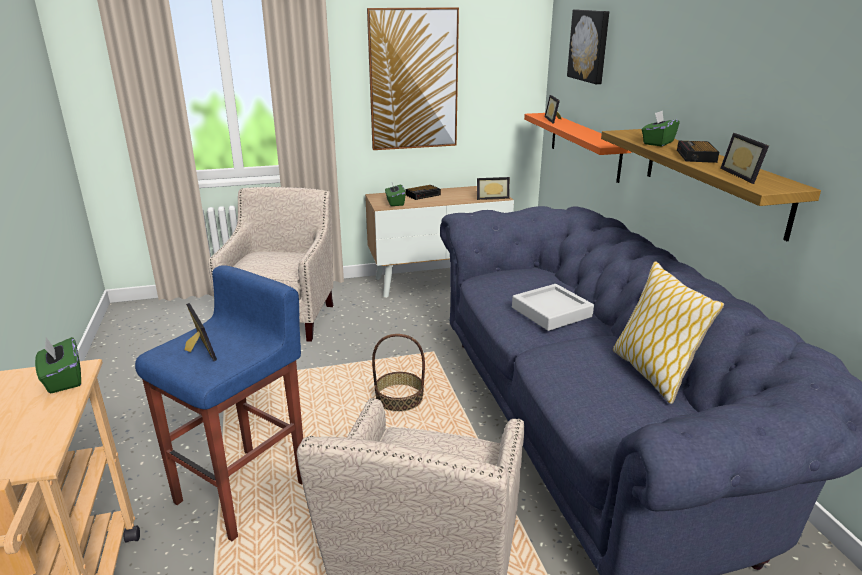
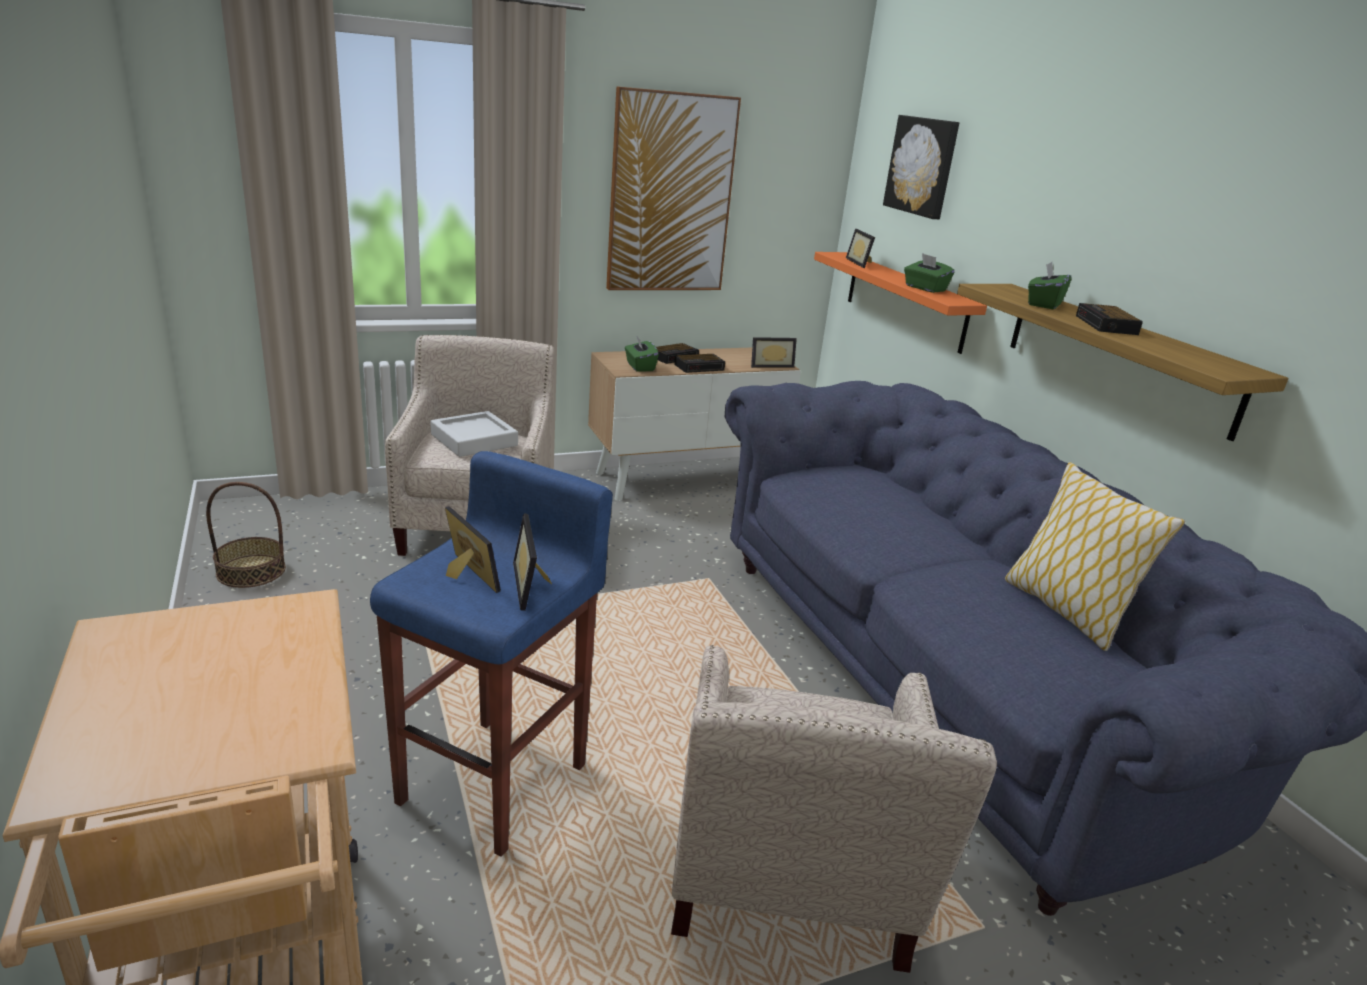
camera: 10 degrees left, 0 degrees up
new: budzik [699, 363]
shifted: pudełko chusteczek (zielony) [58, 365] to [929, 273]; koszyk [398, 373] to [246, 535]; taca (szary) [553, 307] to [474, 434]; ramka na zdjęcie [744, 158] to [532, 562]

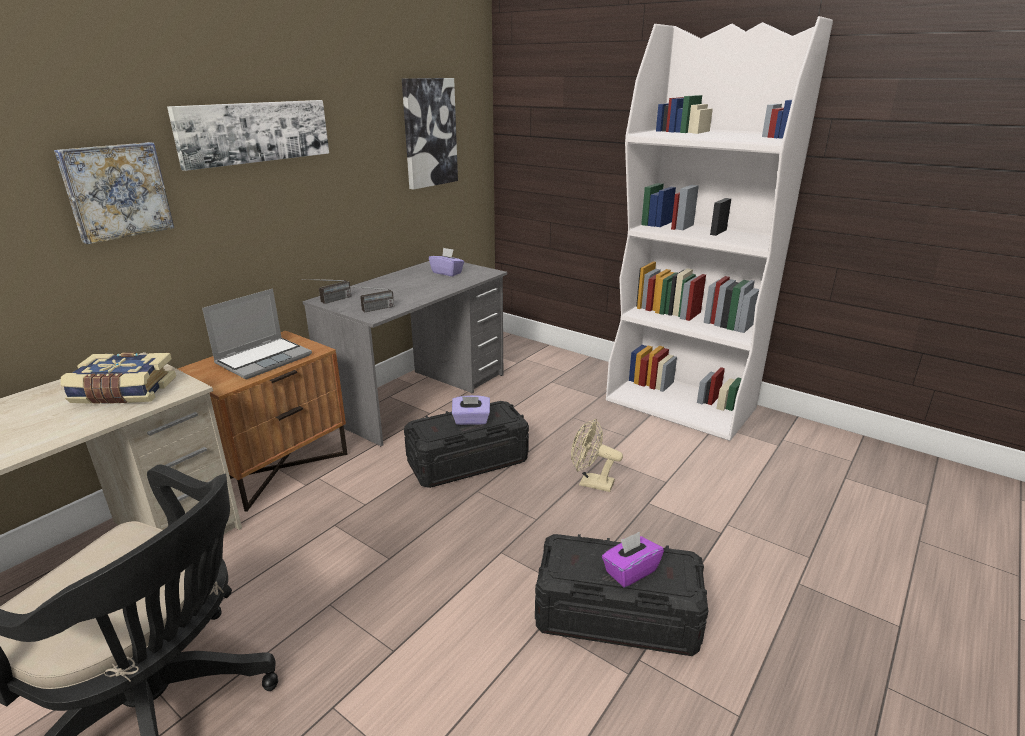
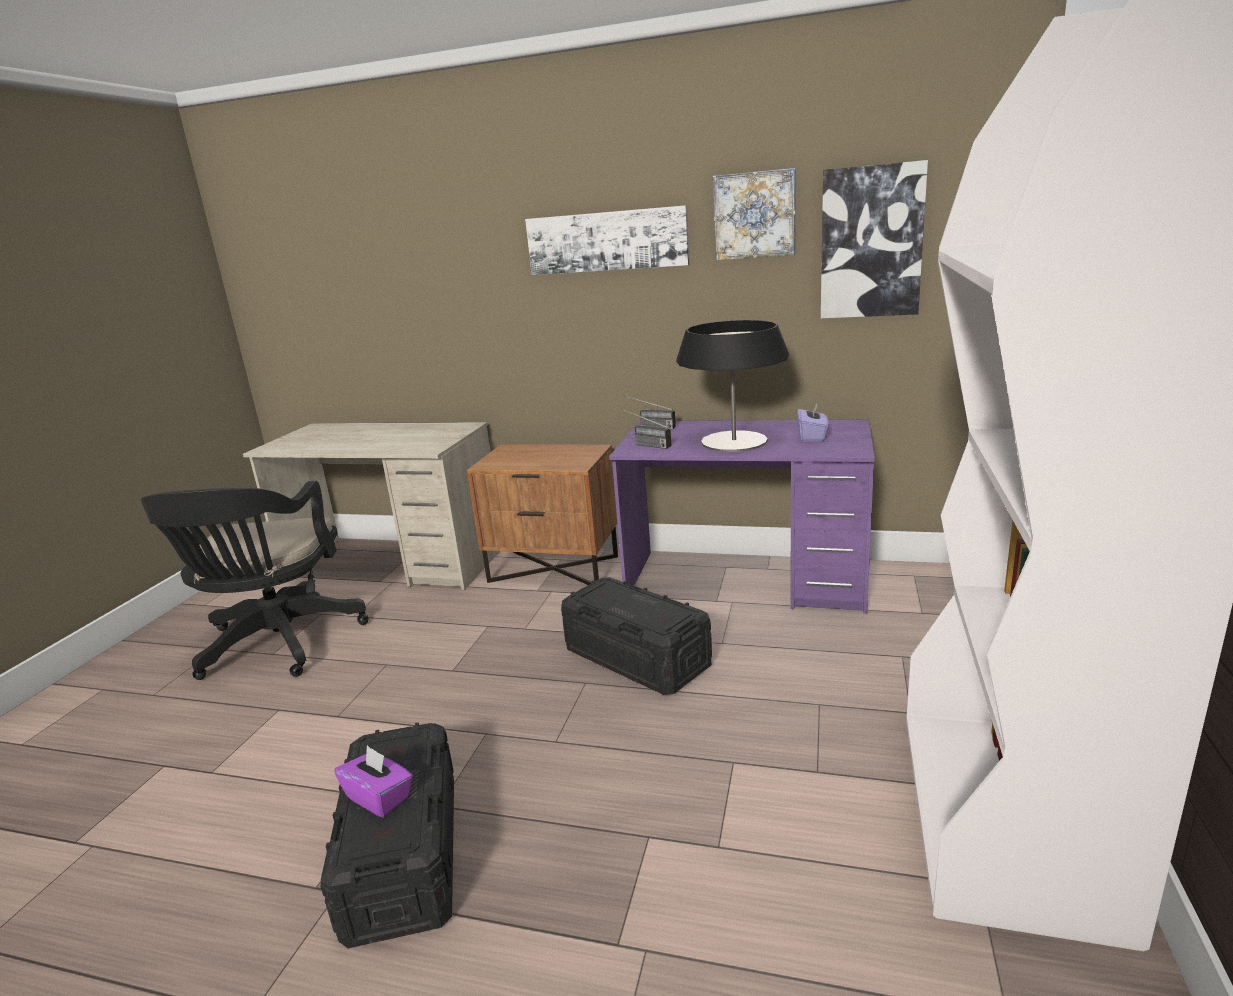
camera: 70 degrees right, 5 degrees down
gone: książka [118, 378]; laptop [257, 333]; pudełko chusteczek (fioletowy) [471, 410]; wentylator (beżowy) [597, 455]
new: lampa stołowa [732, 386]
shifted: obraz [114, 193] to [754, 214]
repainted: biurko (szary) [404, 354] to biurko (fioletowy) [742, 517]

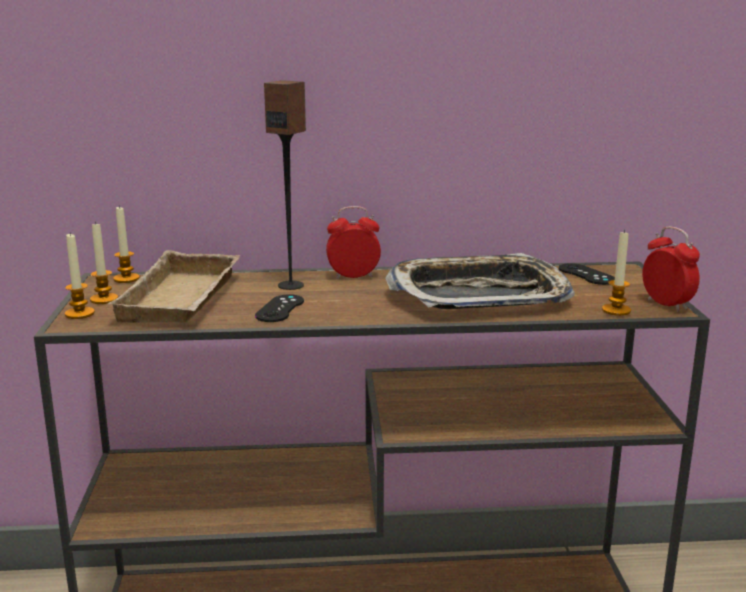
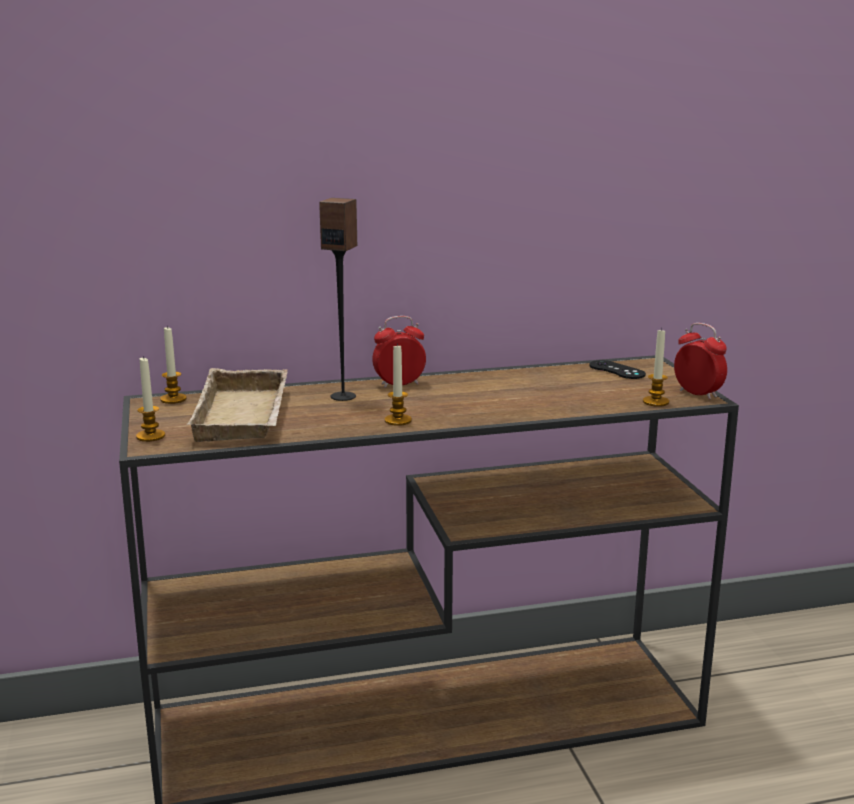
camera: 10 degrees left, 0 degrees up
gone: pad do gier (czarny) [279, 308]; taca [480, 281]
shifted: świeca [104, 262] to [398, 384]

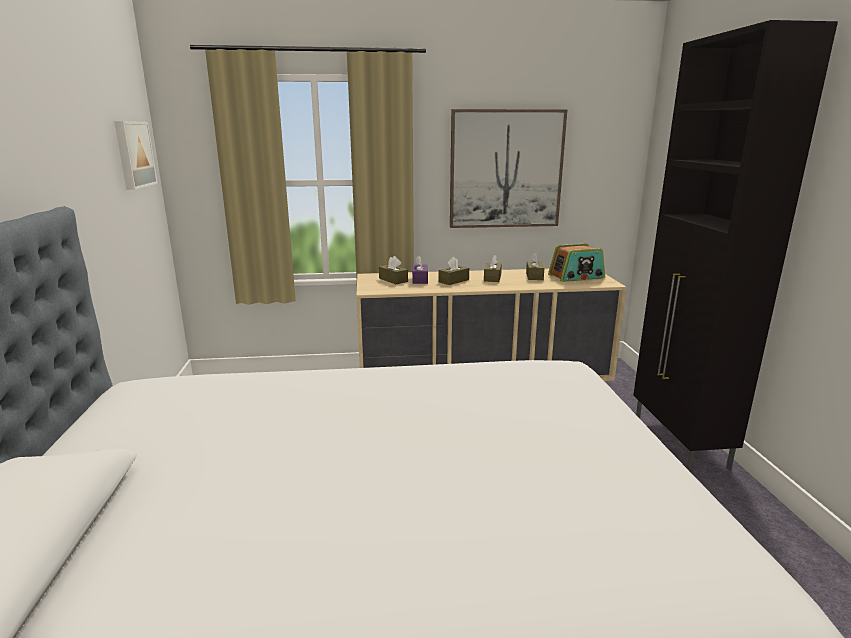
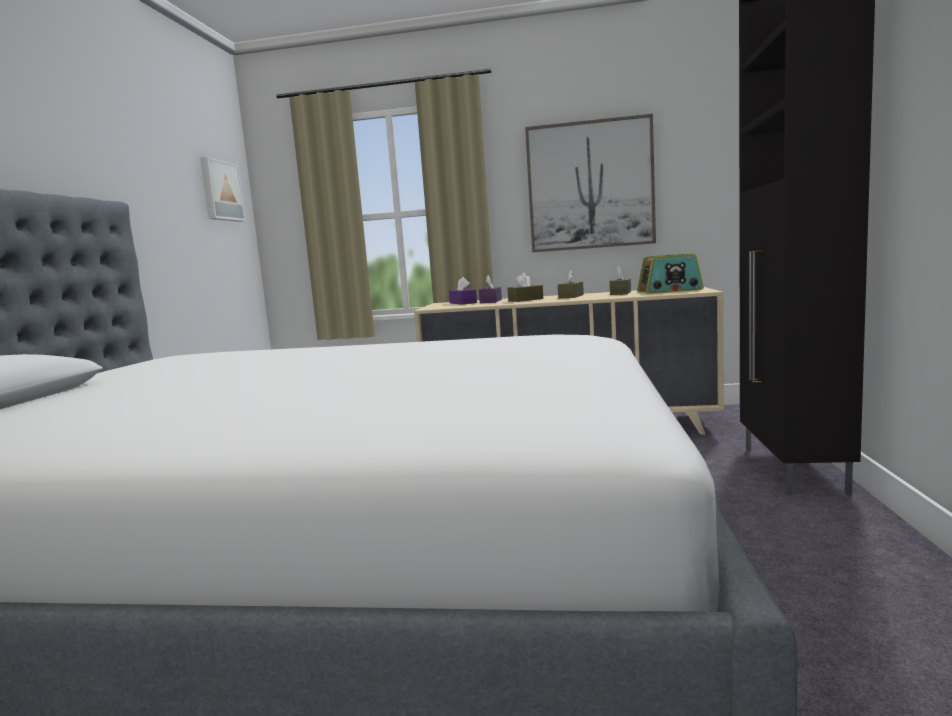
camera: 15 degrees right, 10 degrees down
repainted: pudełko chusteczek (brązowy) [393, 270] to pudełko chusteczek (fioletowy) [463, 291]

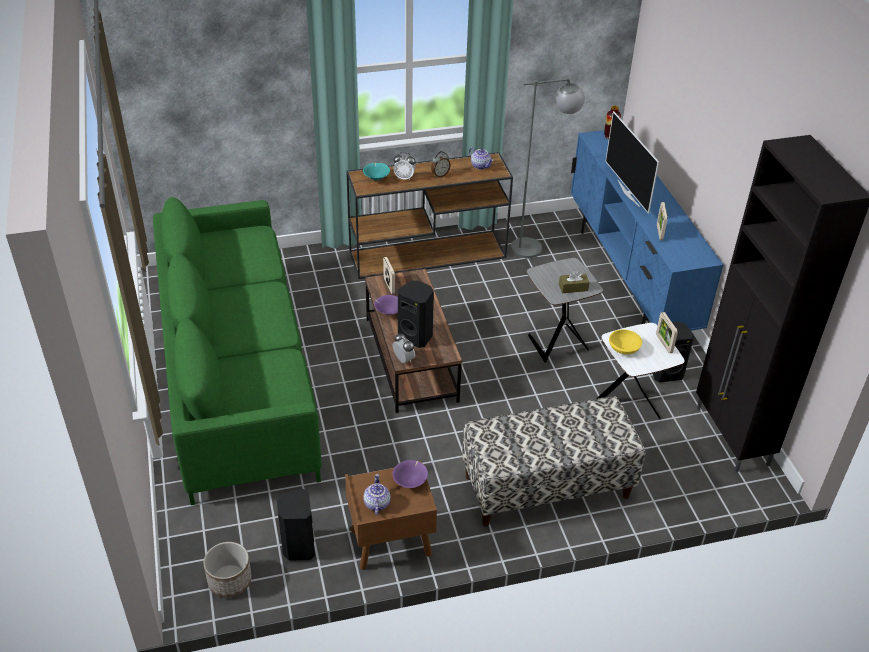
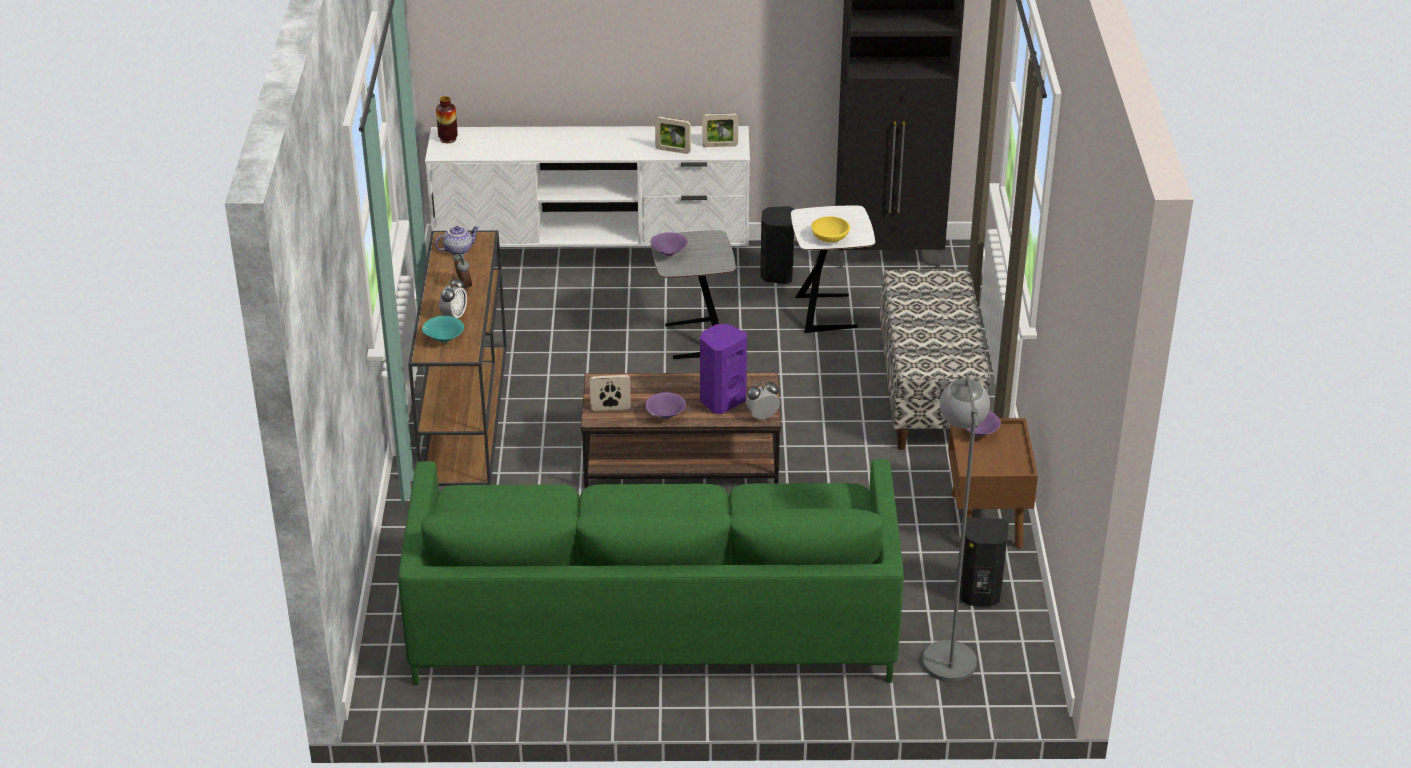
camera: 75 degrees left, 5 degrees down
gone: donica [227, 570]; imbryk [377, 494]; pudełko chusteczek (brązowy) [574, 282]; telewizor [632, 162]
new: miska (fioletowy) [669, 244]
shifted: lampa stojąca (szary) [548, 168] to [956, 529]; ramka na zdjęcie [667, 332] to [720, 130]
repainted: głośnik (czarny) [416, 314] to głośnik (fioletowy) [723, 369]; szafka pod telewizor (niebieski) [647, 230] to szafka pod telewizor (biały) [587, 186]

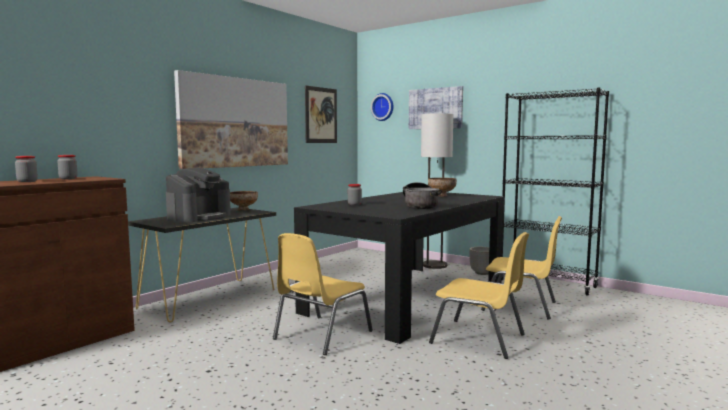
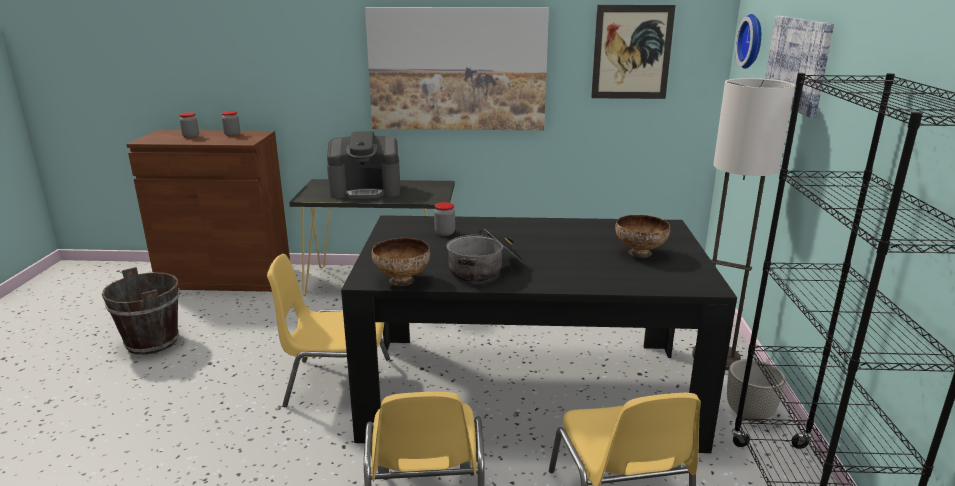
camera: 55 degrees right, 15 degrees up
new: wiadro (brązowy) [141, 311]
shifted: miska [244, 201] to [401, 262]

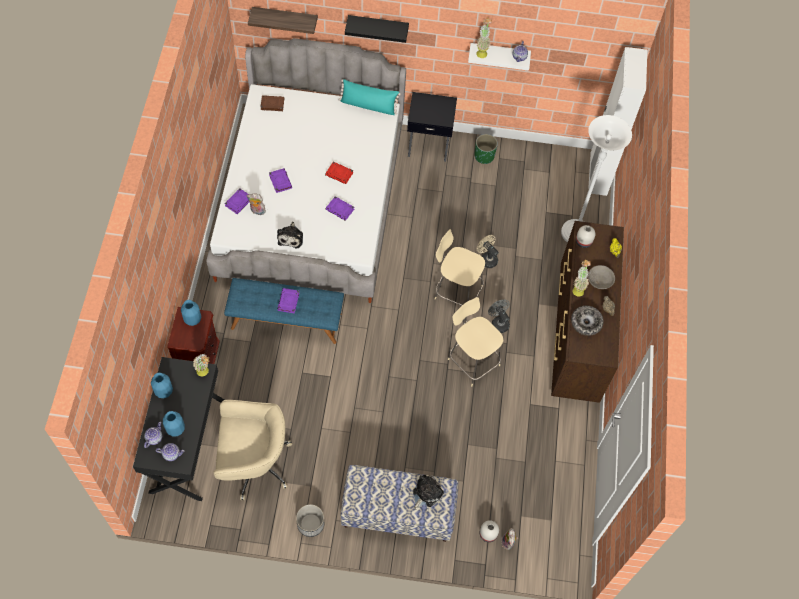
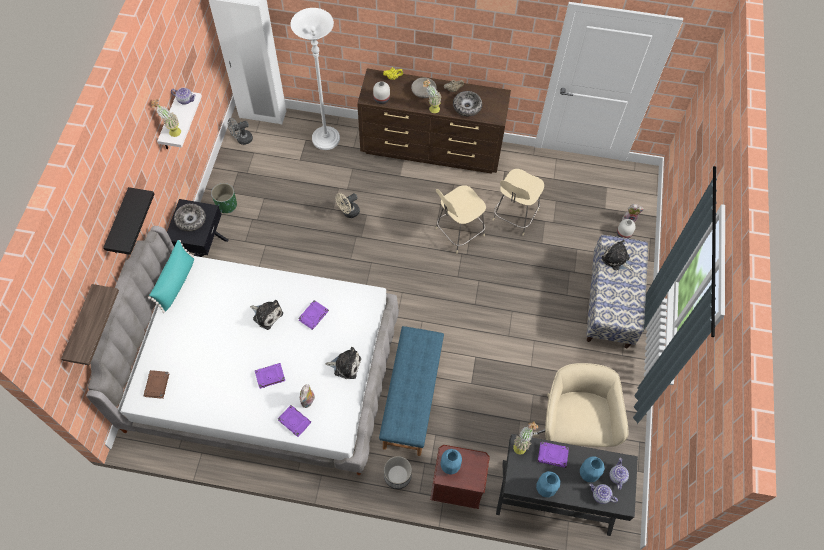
camera: 85 degrees left, 0 degrees up
new: miska [190, 217]
shifted: książka (fioletowy) [288, 301] to [553, 455]; donica [310, 520] to [398, 472]; krzesło (beżowy) [459, 267] to [518, 202]; wentylator (szary) [499, 316] to [240, 131]
swapped: książka (czerwony) [339, 173] to pluszak [266, 315]

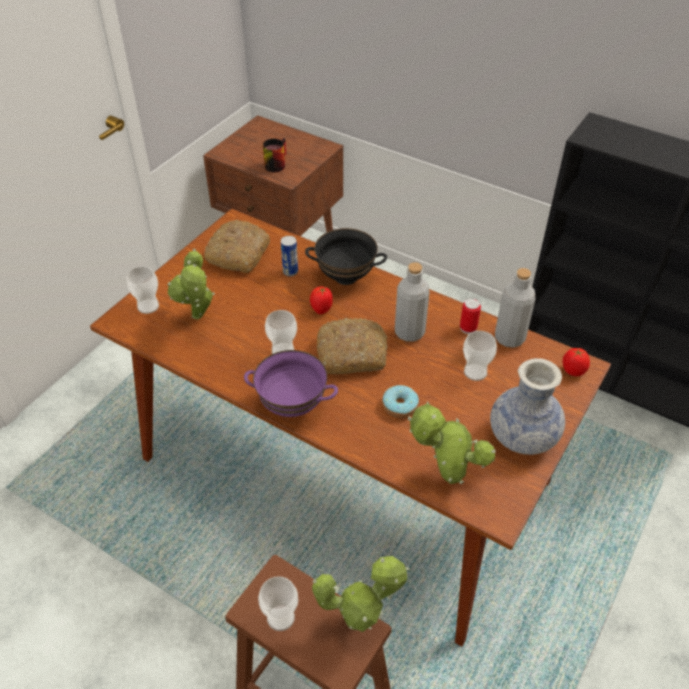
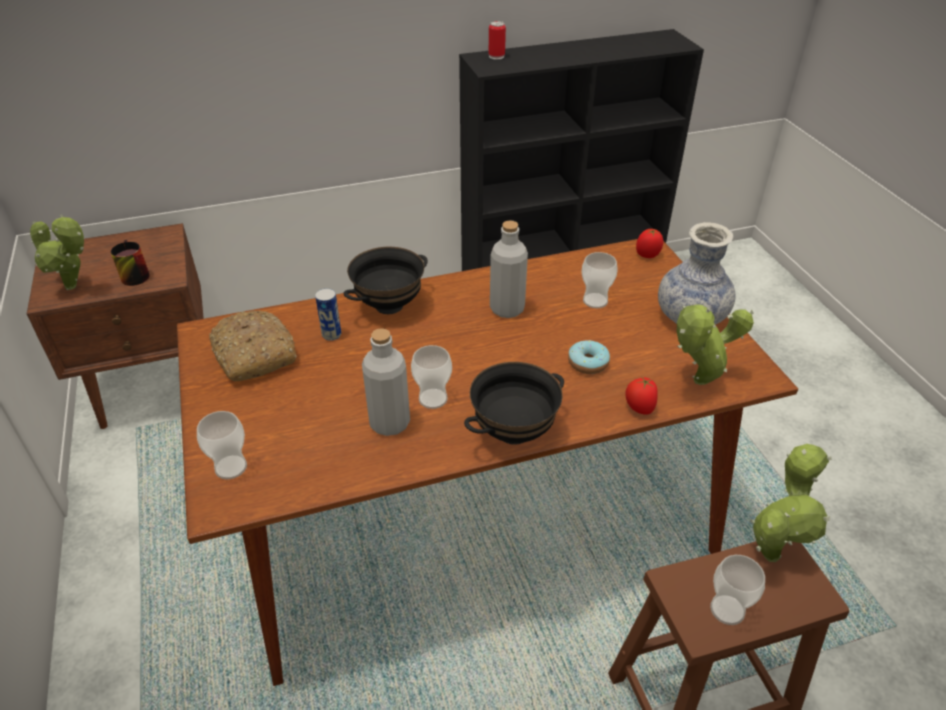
camera: 50 degrees left, 5 degrees down
gone: chleb [352, 346]
shifted: roślina doniczkowa [191, 284] to [57, 252]; pomidor [321, 300] to [641, 396]; puszka [470, 316] to [497, 40]; butelka (szary) [515, 308] to [386, 382]
repainted: miska (fioletowy) [291, 383] to miska (czarny) [514, 403]

